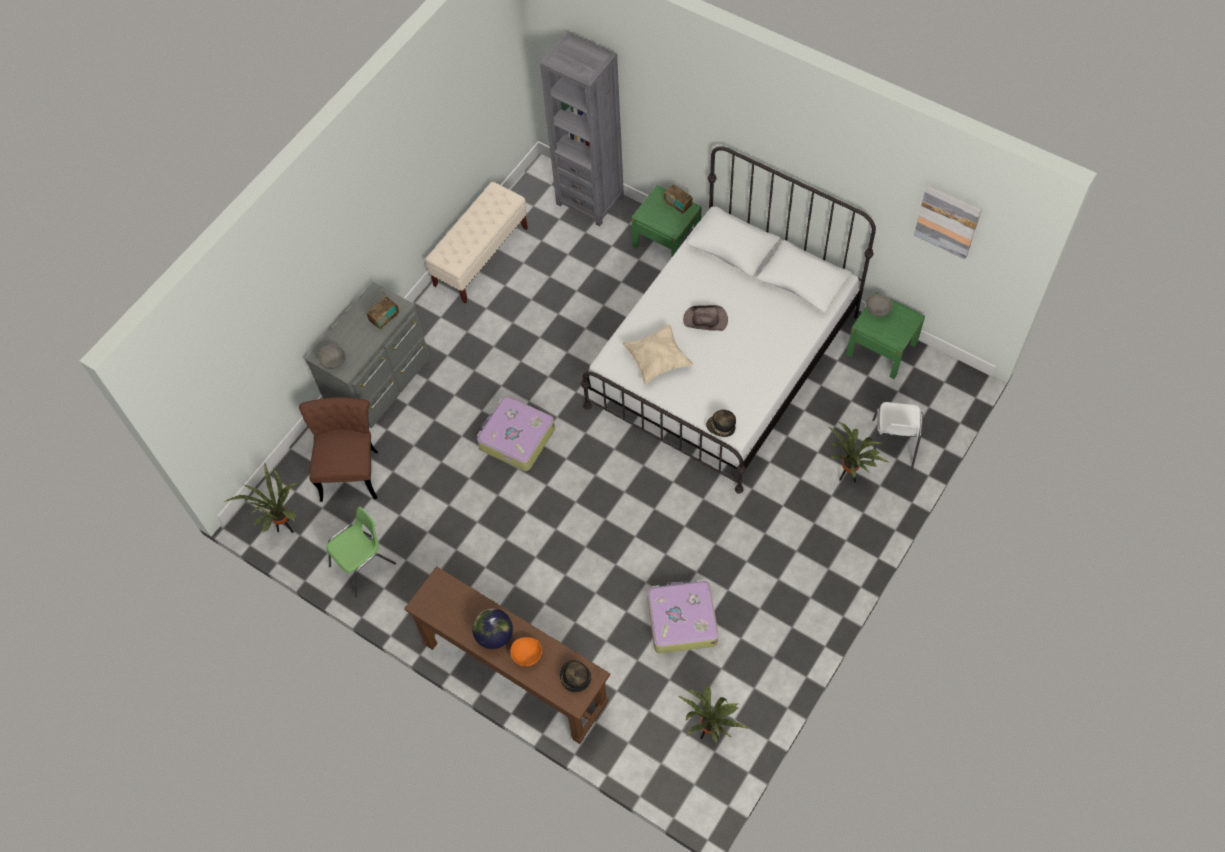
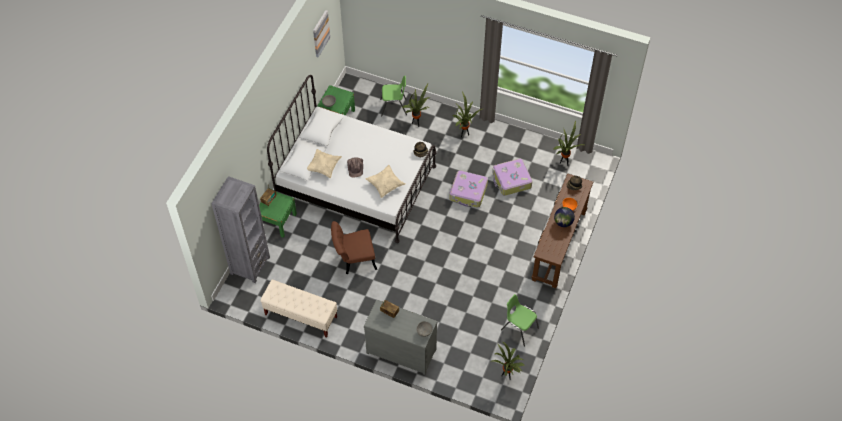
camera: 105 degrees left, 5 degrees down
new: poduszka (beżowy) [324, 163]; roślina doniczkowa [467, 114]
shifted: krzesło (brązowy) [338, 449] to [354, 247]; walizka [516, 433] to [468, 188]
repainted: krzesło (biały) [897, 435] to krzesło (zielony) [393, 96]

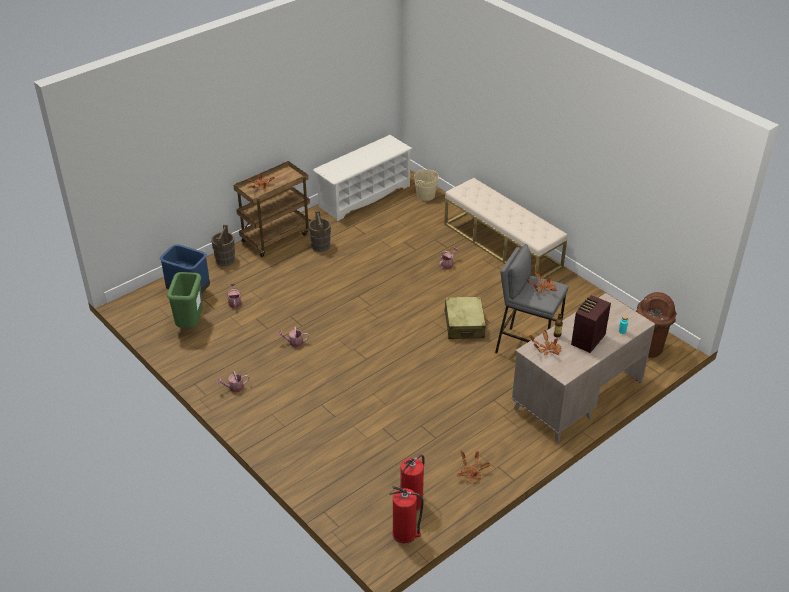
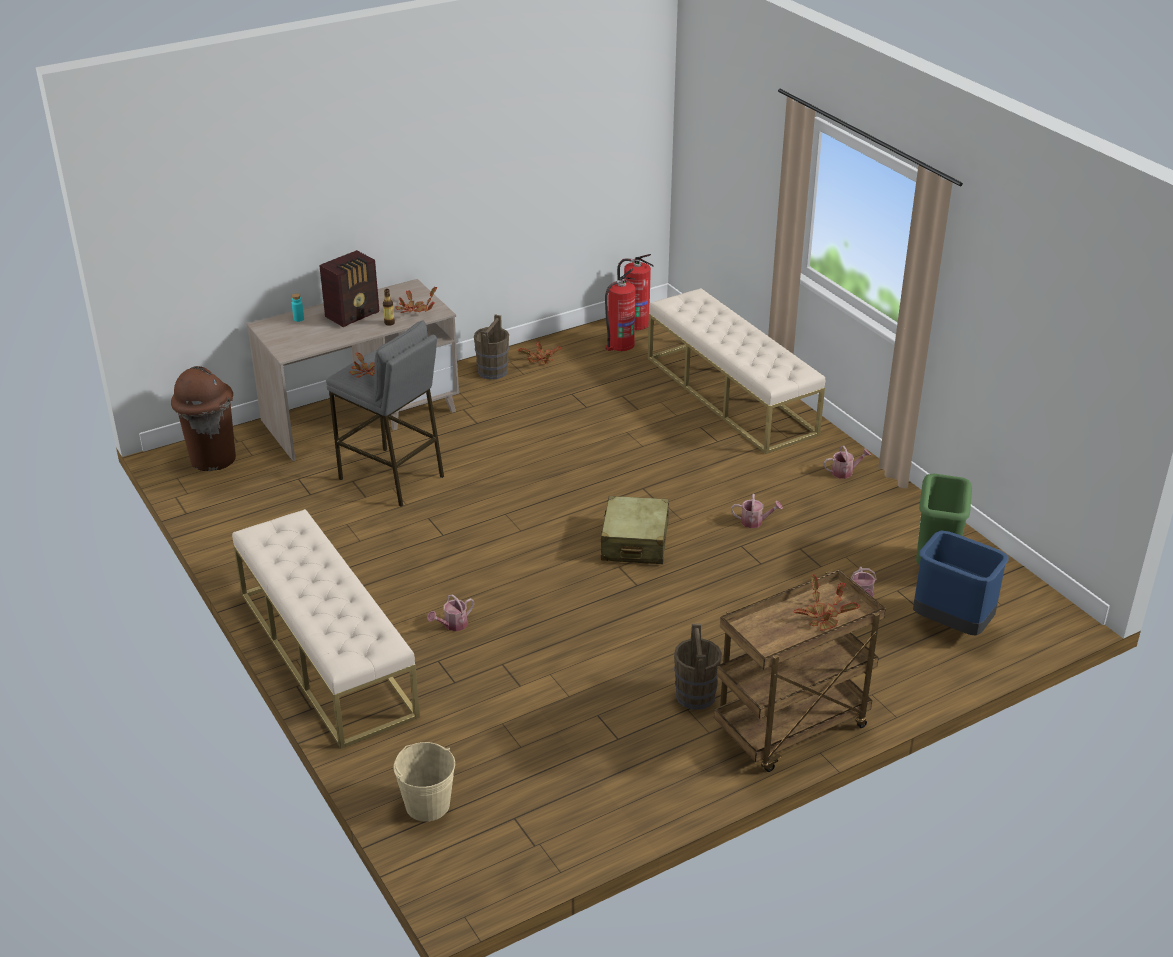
camera: 170 degrees left, 5 degrees down
gone: regał na buty (biały) [362, 178]
new: ławka (beżowy) [736, 371]
shifted: wiadro (brązowy) [223, 245] to [491, 347]; walizka (beżowy) [465, 317] to [635, 530]

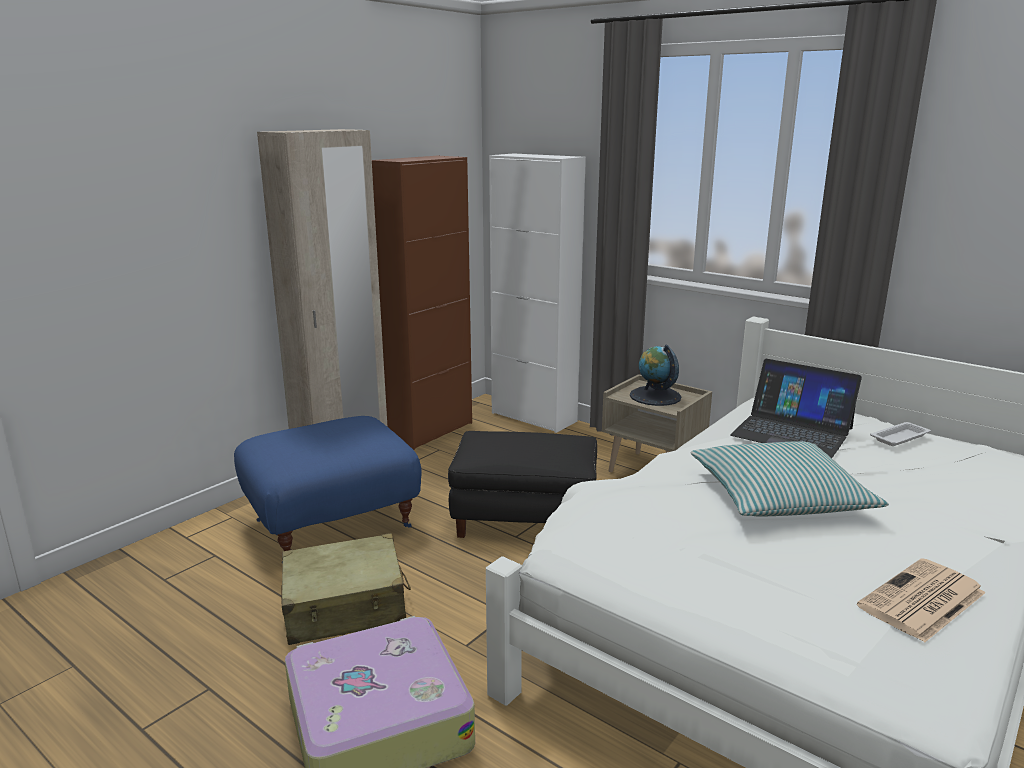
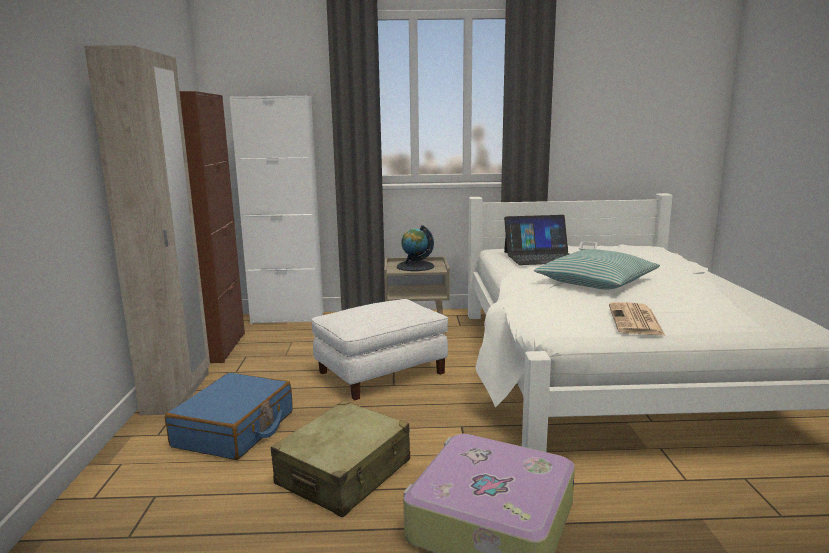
camera: 40 degrees left, 5 degrees down
shifted: gazeta [921, 600] to [637, 319]
swapped: pufa (niebieski) [328, 489] to walizka (niebieski) [229, 416]
repainted: pufa (czarny) [522, 484] to pufa (biały) [379, 349]

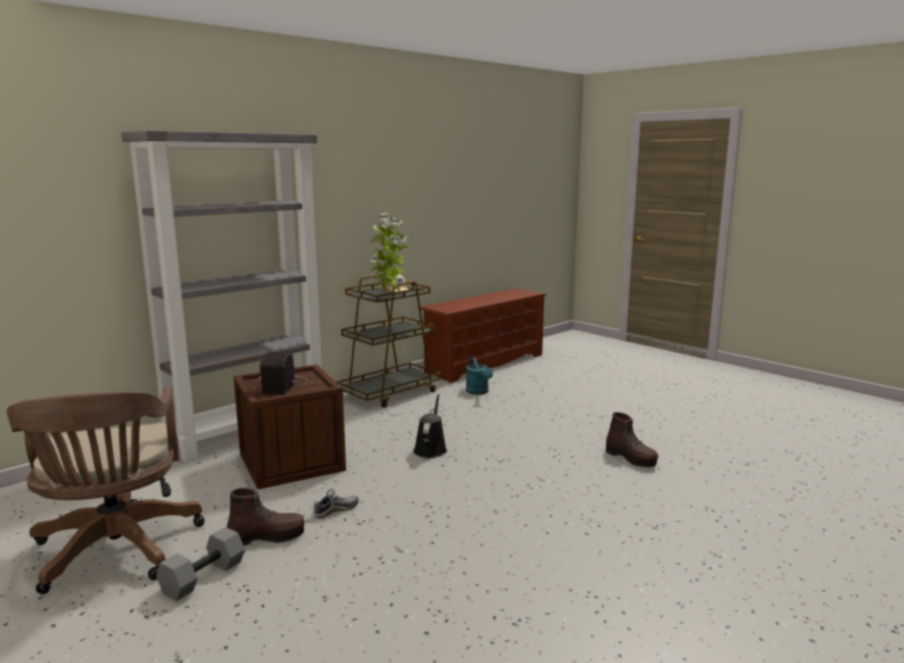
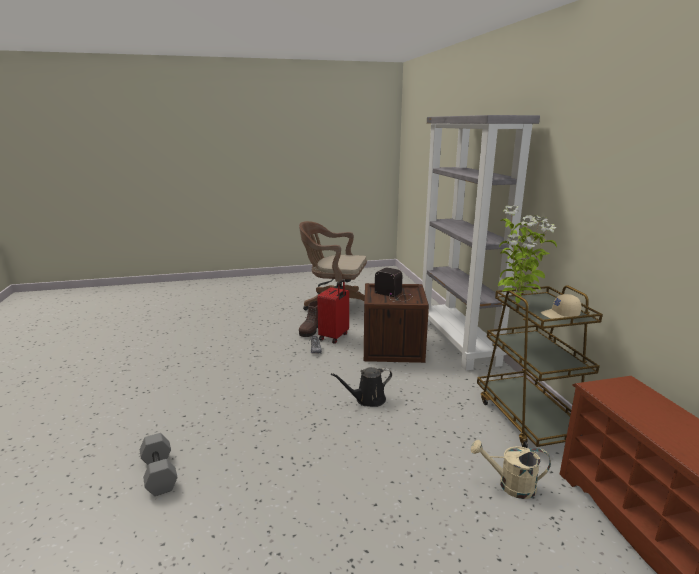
camera: 120 degrees right, 5 degrees up
gone: but z cholewką (brązowy) [632, 439]
new: walizka (czerwony) [333, 311]
shifted: hantel (szary) [200, 564] to [159, 464]
repainted: konewka (turkusowy) [479, 376] to konewka (beżowy) [511, 469]
rotated: konewka (czarny) [430, 426] = [361, 387] 120 degrees clockwise

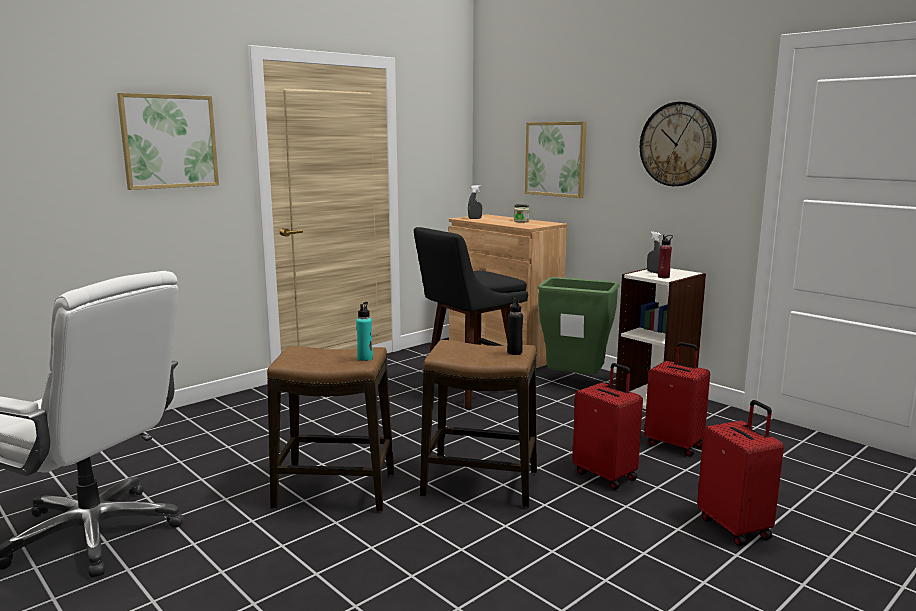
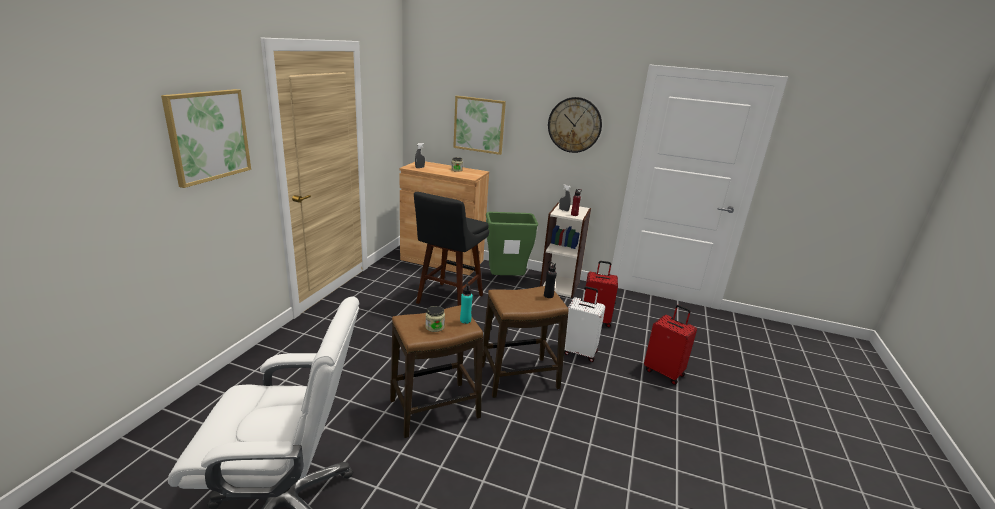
camera: 30 degrees left, 10 degrees up
new: słoik [435, 319]
repainted: walizka (czerwony) [607, 426] to walizka (biały) [584, 324]

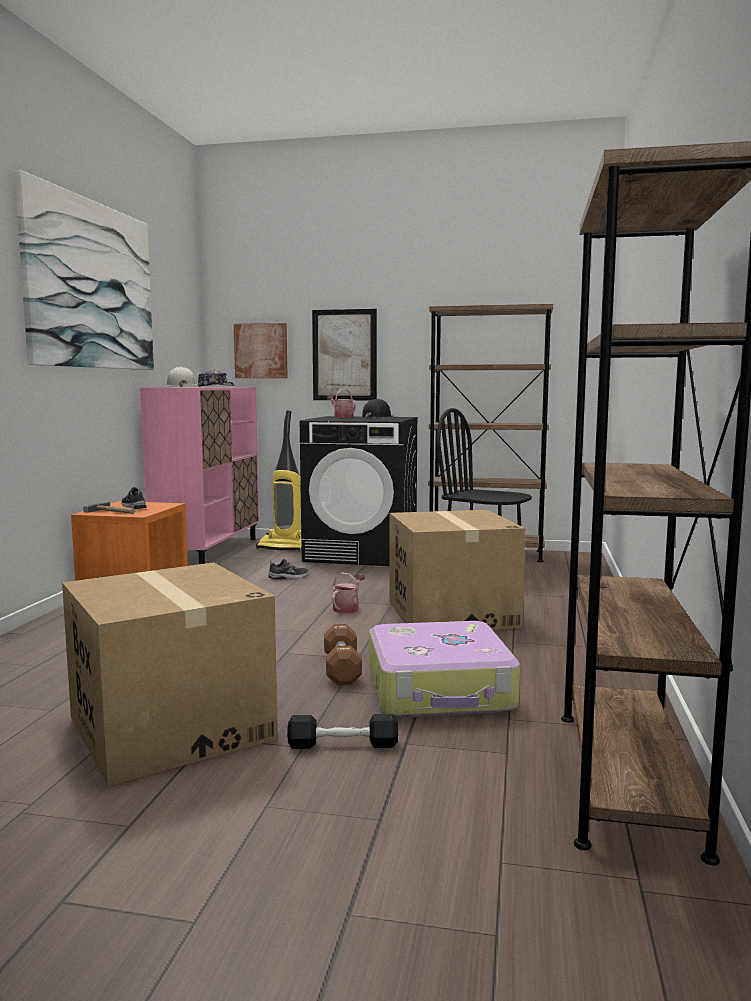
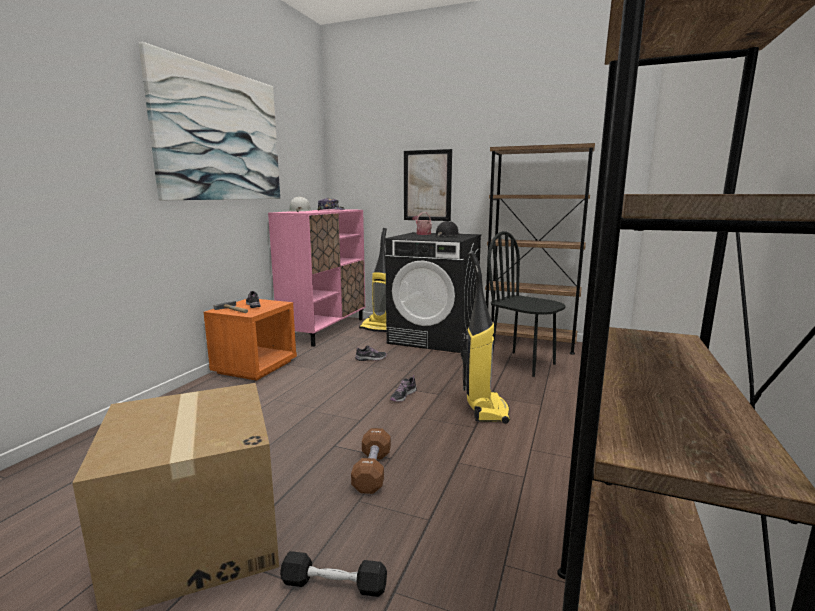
camera: 10 degrees right, 5 degrees up
gone: obraz [261, 350]; walizka [444, 669]
swapped: konewka [348, 592] to but [403, 388]; karton [457, 570] to odkurzacz [485, 337]

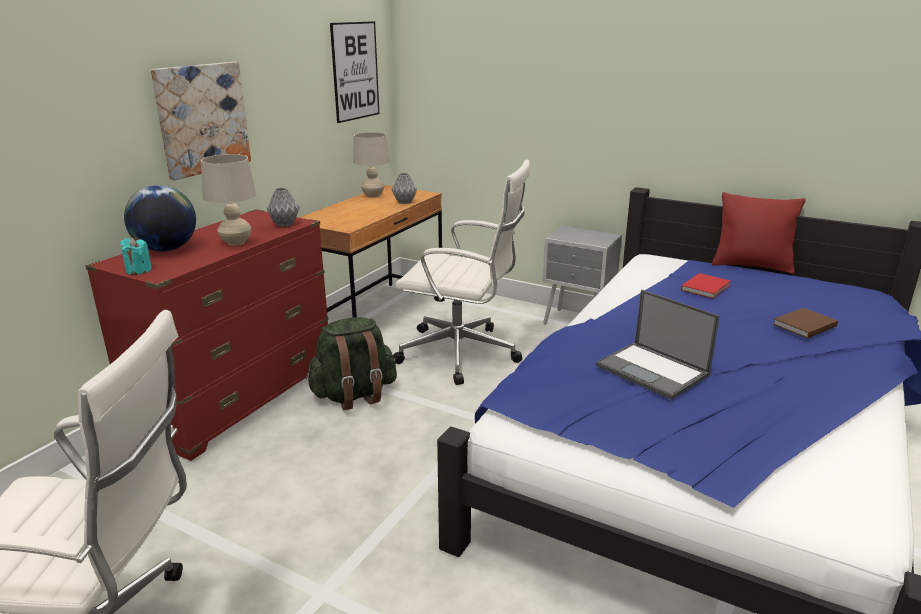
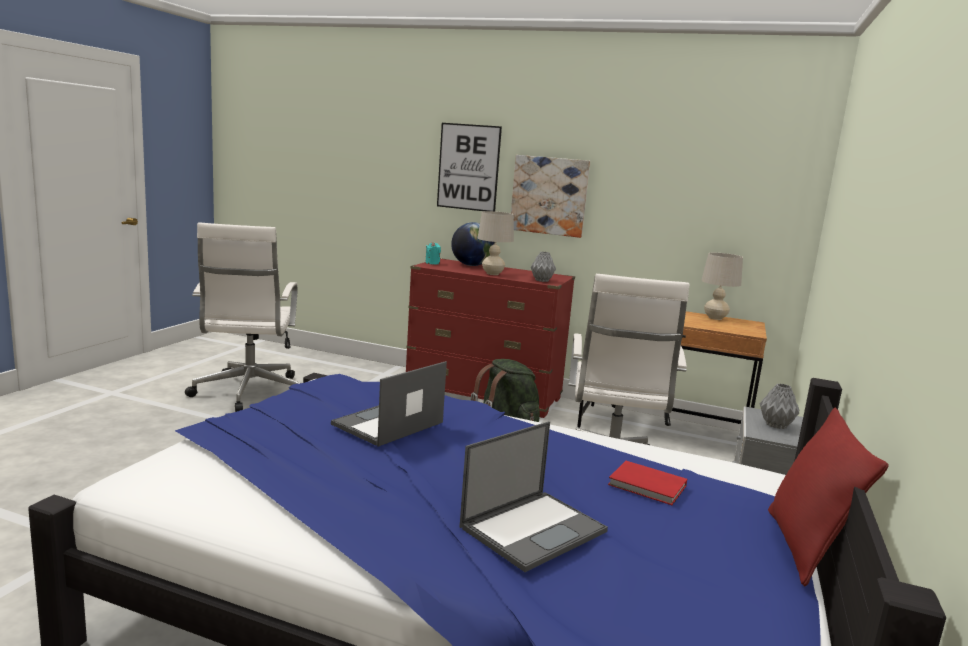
camera: 80 degrees right, 10 degrees down
shifted: obraz [354, 72] to [469, 167]; wazon (szary) [404, 188] to [780, 406]
swapped: książka (brązowy) [805, 323] to laptop [533, 496]

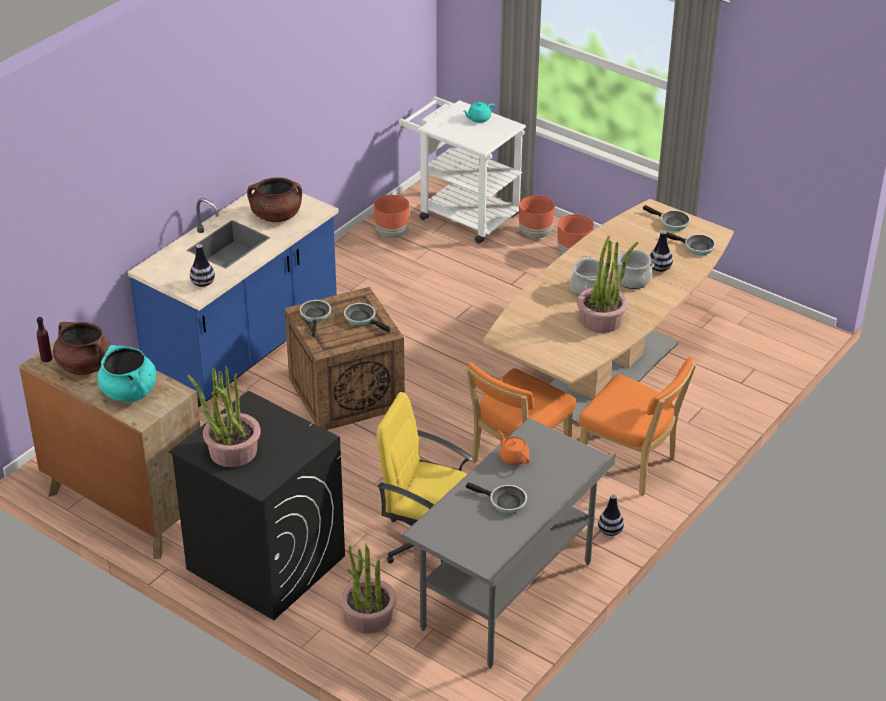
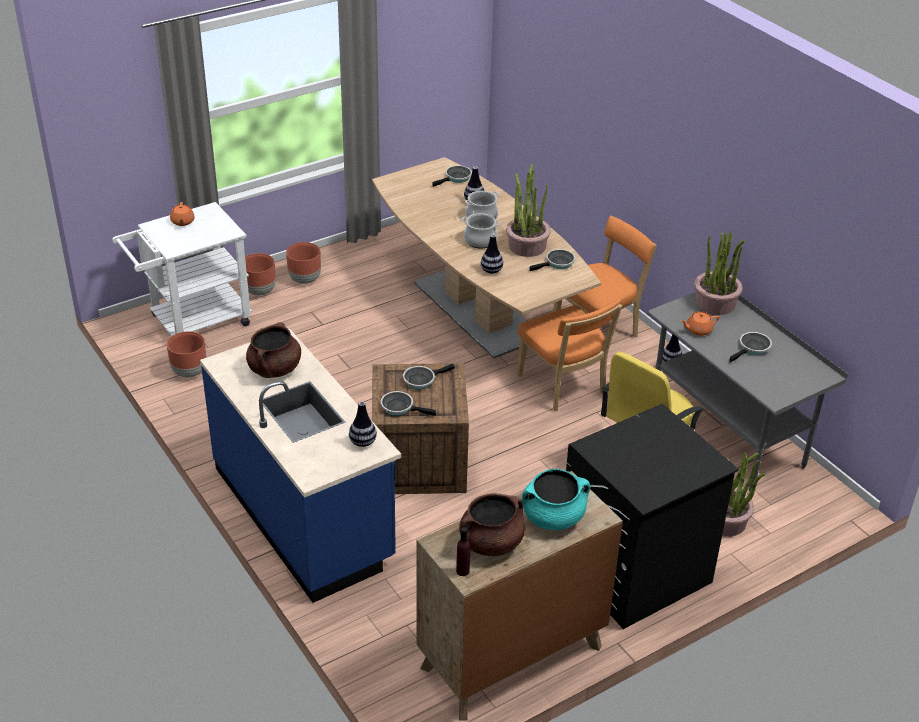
camera: 70 degrees left, 0 degrees up
new: wazon [492, 254]
shifted: roślina doniczkowa [224, 416] to [719, 273]; patelnia [667, 218] to [552, 260]
repainted: imbryk (turkusowy) [479, 112] to imbryk (pomarańczowy) [182, 214]

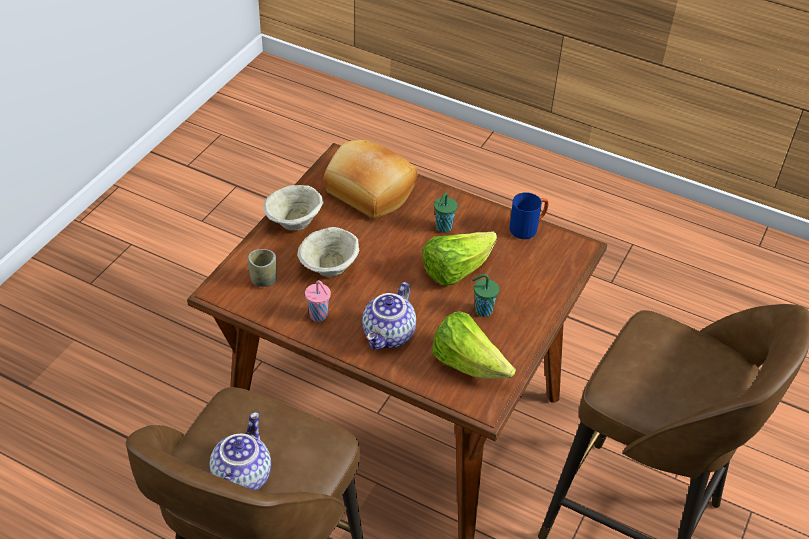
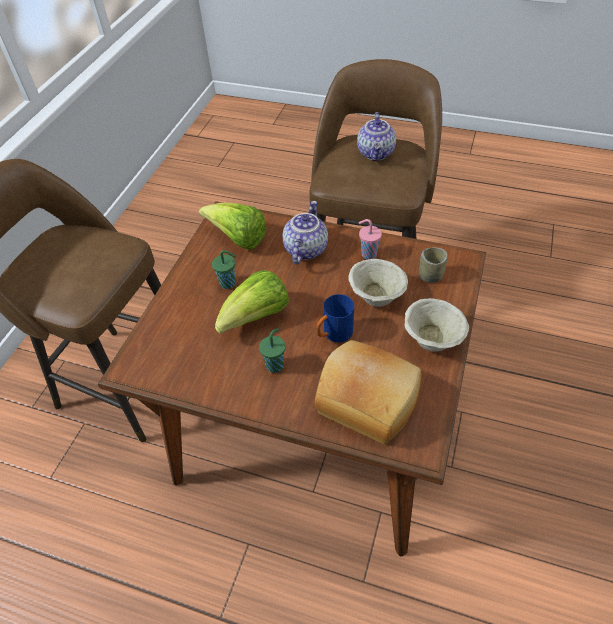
camera: 175 degrees right, 5 degrees up
shifted: kubek (niebieski) [529, 215] to [335, 318]

